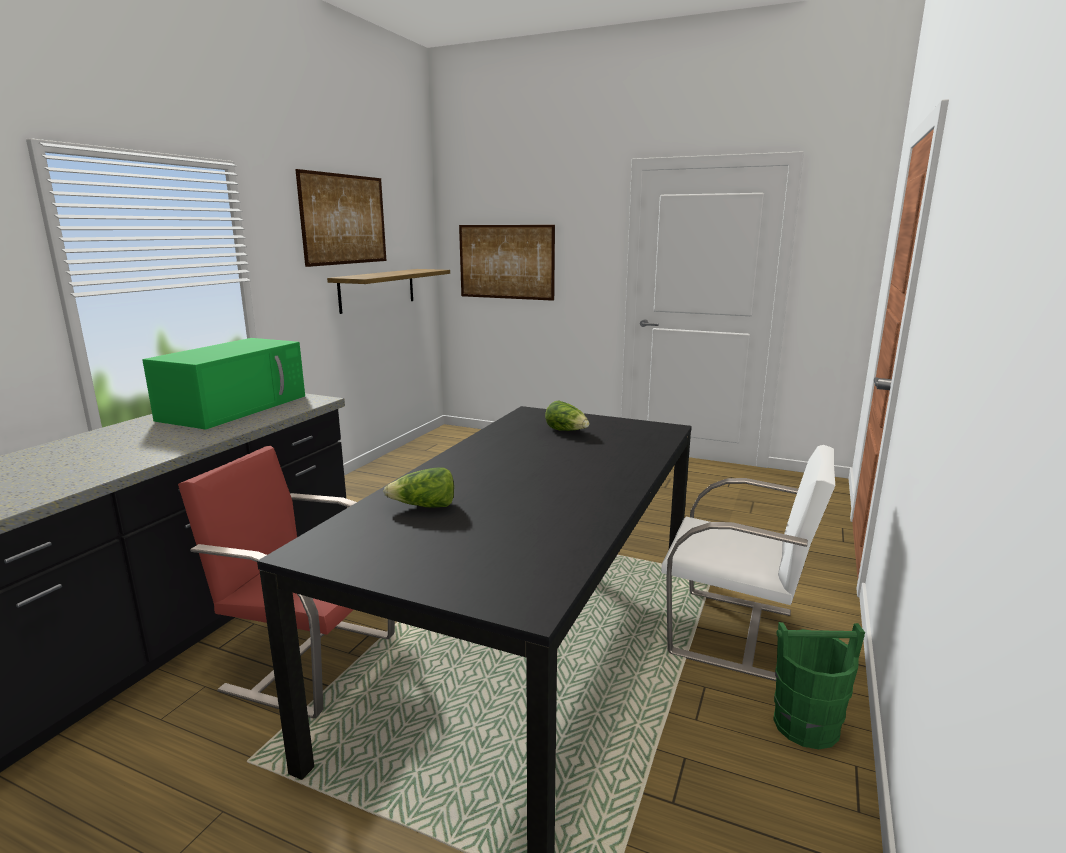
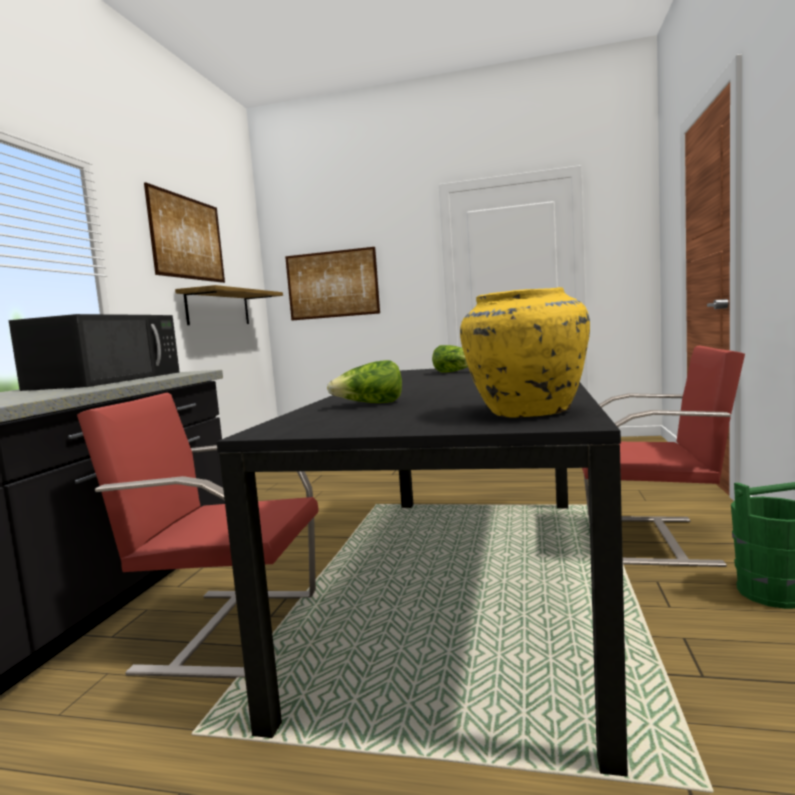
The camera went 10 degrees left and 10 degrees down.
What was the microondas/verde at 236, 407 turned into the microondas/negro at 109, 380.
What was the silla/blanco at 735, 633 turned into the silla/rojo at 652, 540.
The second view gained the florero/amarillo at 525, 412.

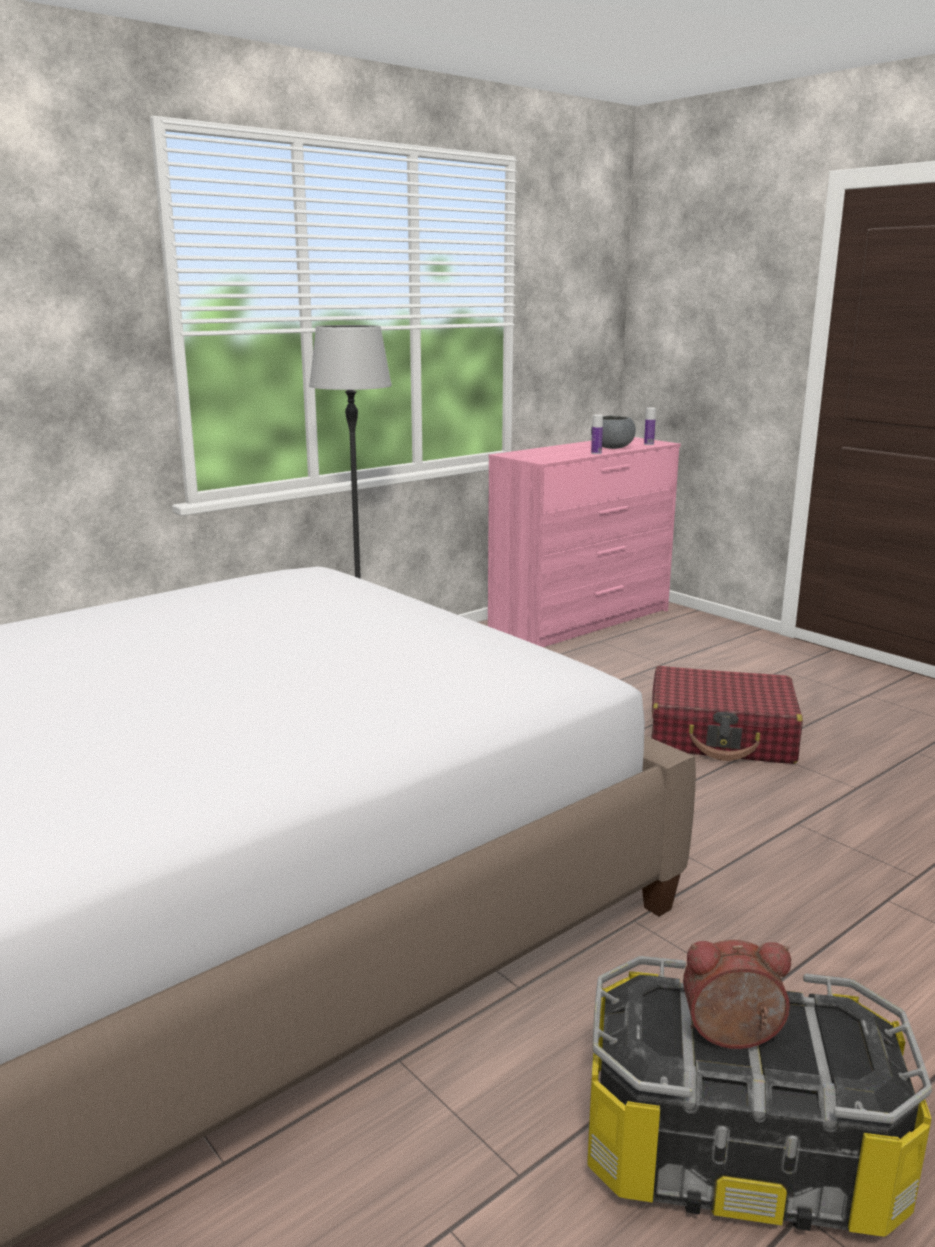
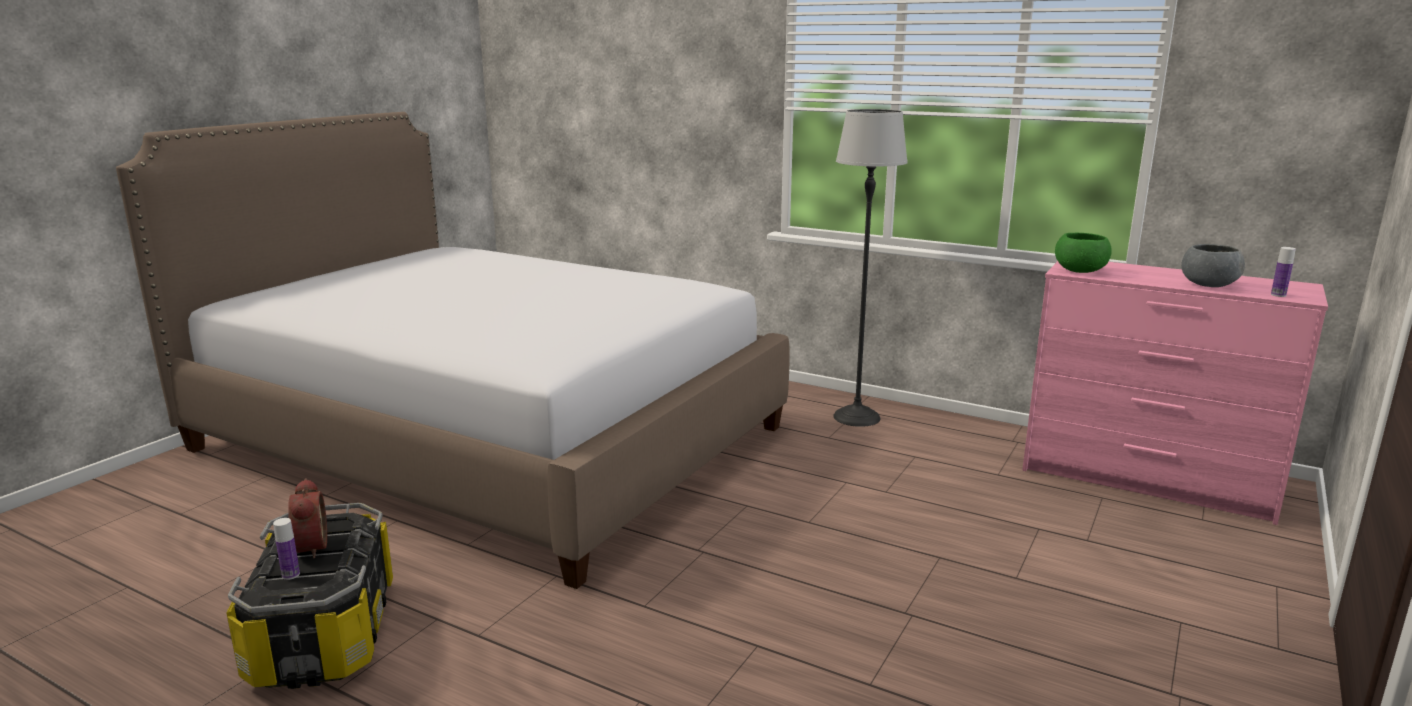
The camera went 70 degrees right and 0 degrees up.
The botella ended up elsewhere, having gone from 596, 453 to 291, 575.
The second view lost the maleta/rojo at 721, 736.
The second view gained the cuenco/verde at 1080, 271.

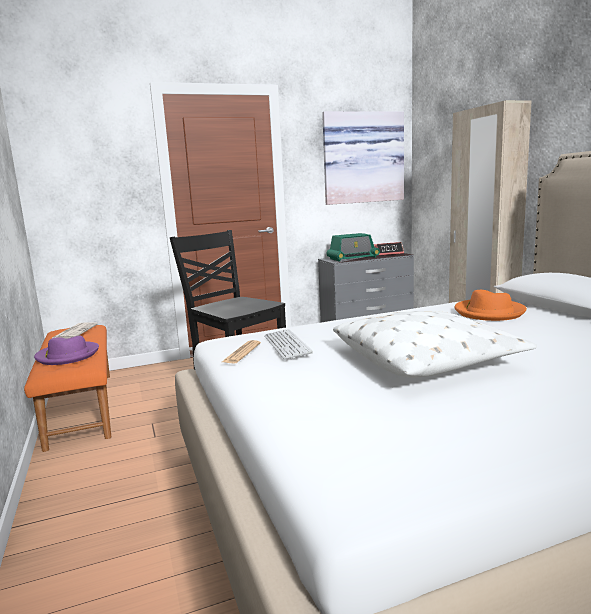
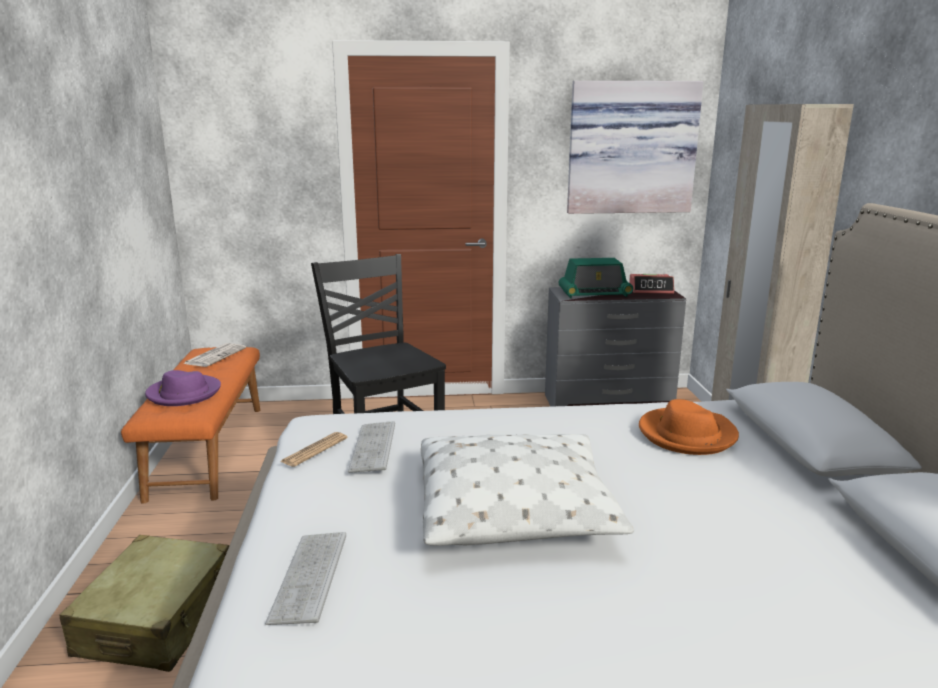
The camera went 15 degrees right and 5 degrees up.
The second view gained the teclado at 309, 578.
The second view gained the maleta/beis at 158, 619.

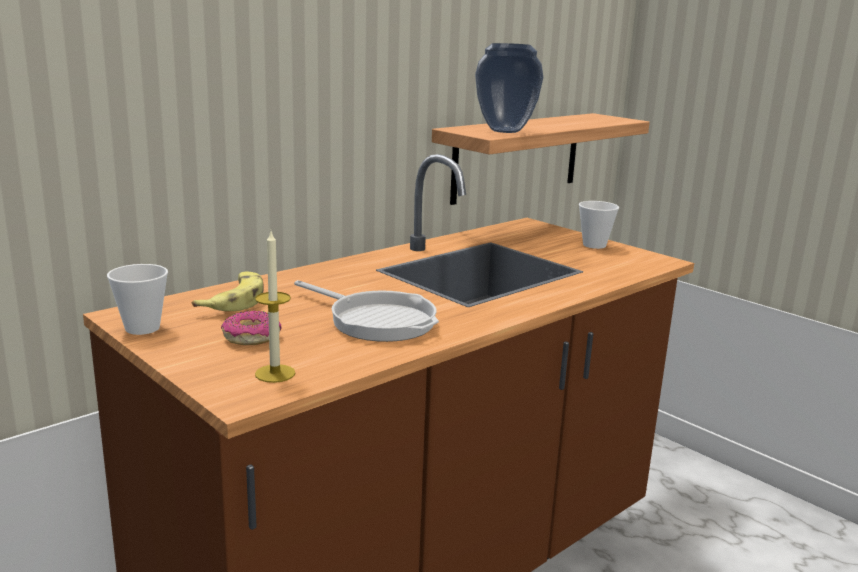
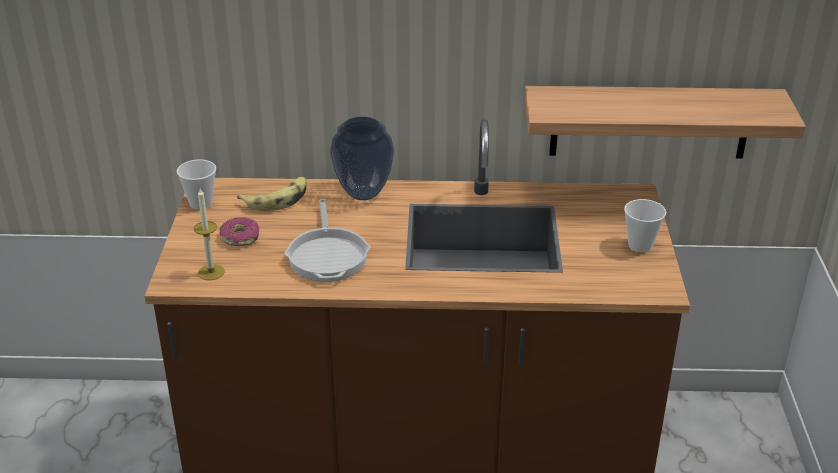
The camera went 45 degrees right and 15 degrees up.
The florero ended up elsewhere, having gone from 504, 130 to 363, 193.

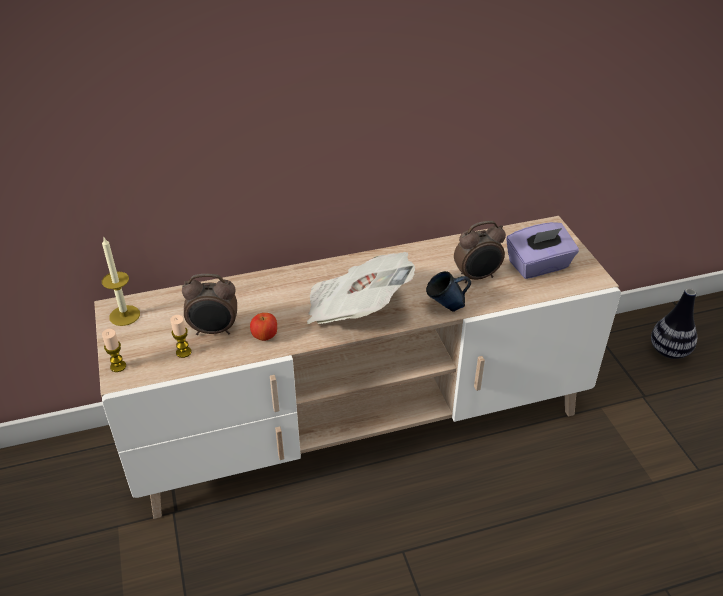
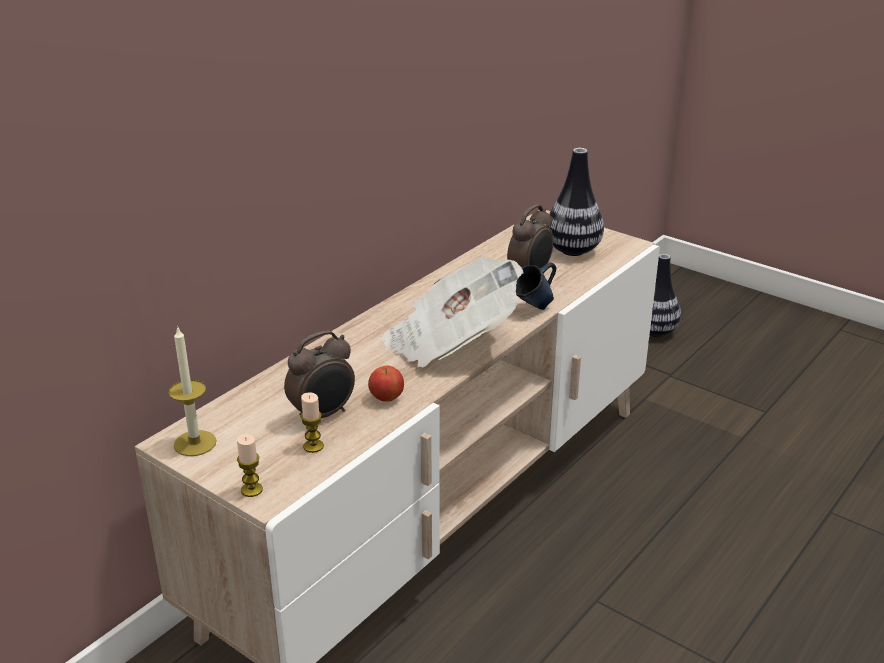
The camera went 35 degrees left and 10 degrees down.
Where the caja de pañuelos/morado stood at 538, 266, the florero came to stand at 572, 250.

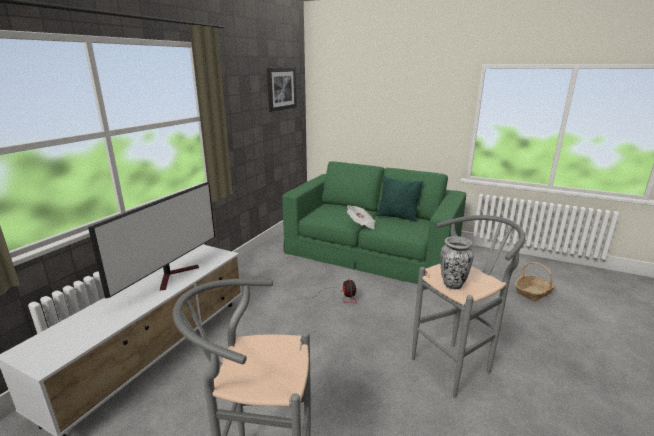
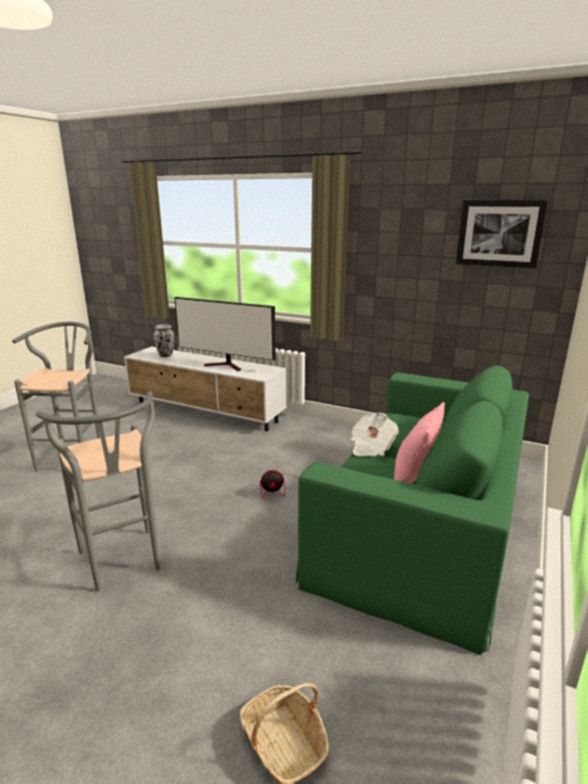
The camera went 90 degrees right and 0 degrees up.
What was the cojín/verde at 397, 217 turned into the cojín/rosa at 413, 478.
The florero ended up elsewhere, having gone from 453, 284 to 165, 355.

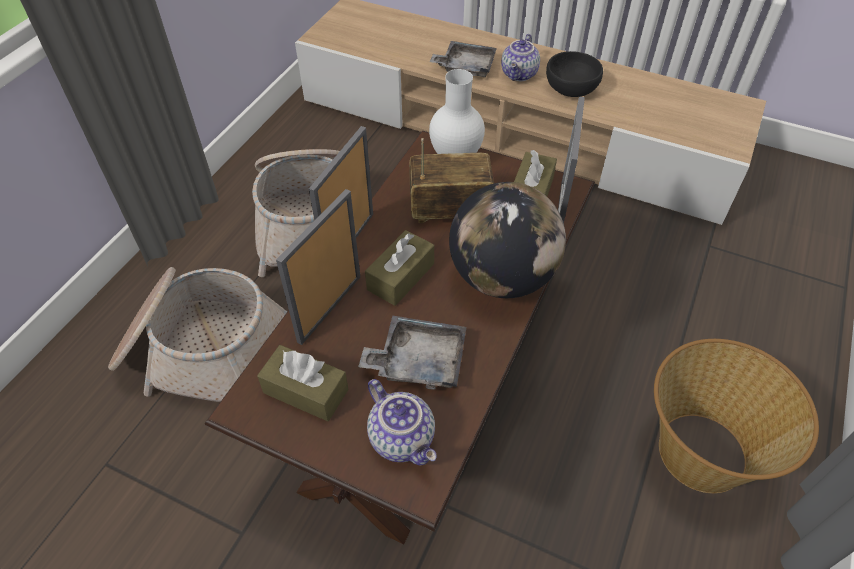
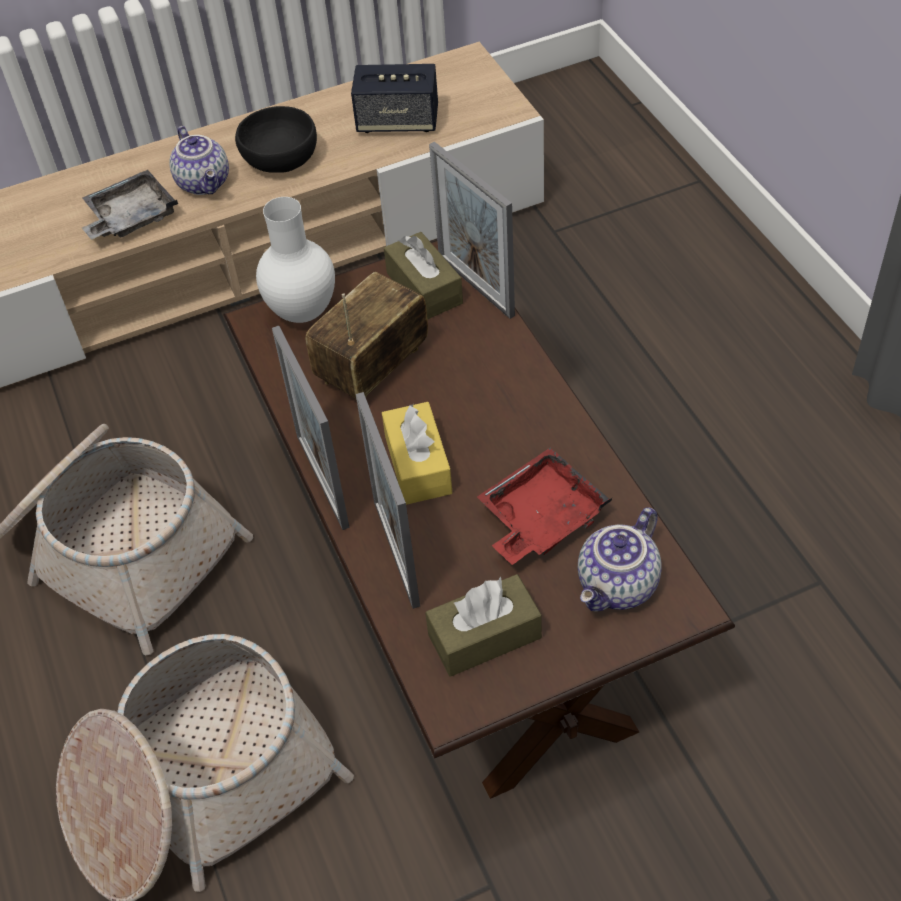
The camera went 45 degrees left and 0 degrees up.
The second view lost the globo terráqueo at 502, 277.
What was the caja de pañuelos/marrón at 401, 276 turned into the caja de pañuelos/amarillo at 418, 465.
What was the bandeja/gris at 418, 361 turned into the bandeja/rojo at 540, 518.
The second view lost the cesta at 700, 453.
The tetera at 403, 438 ended up facing another way, 120 degrees clockwise from before.
The second view gained the altavoz at 398, 122.

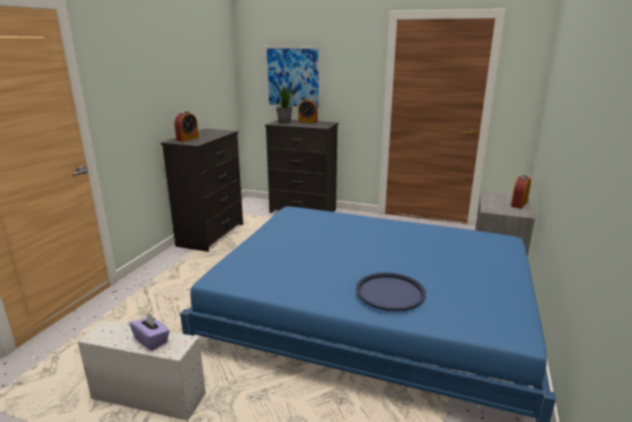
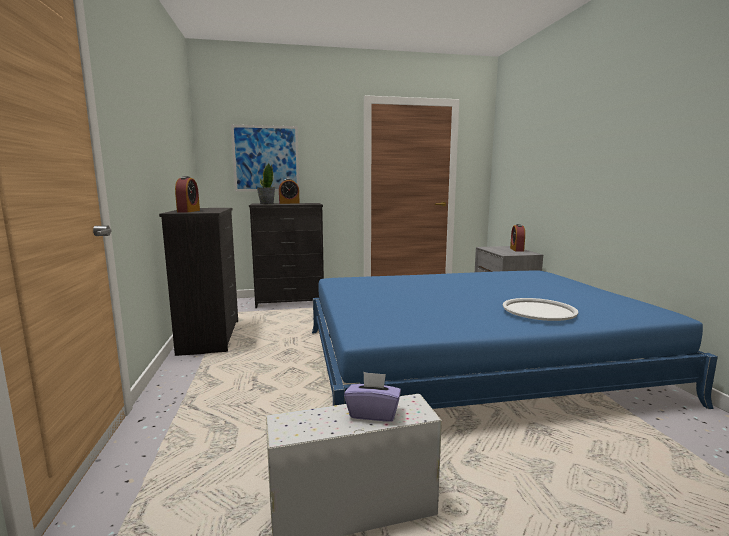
The camera went 30 degrees left and 10 degrees down.
What was the bandeja/azul at 390, 292 turned into the bandeja/blanco at 539, 310.

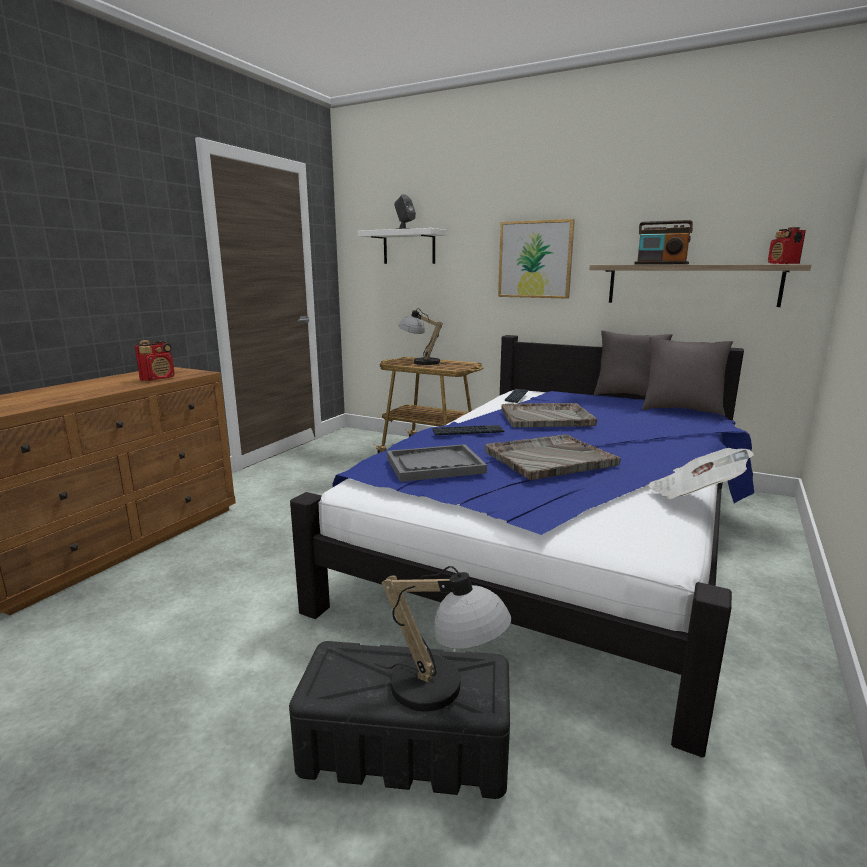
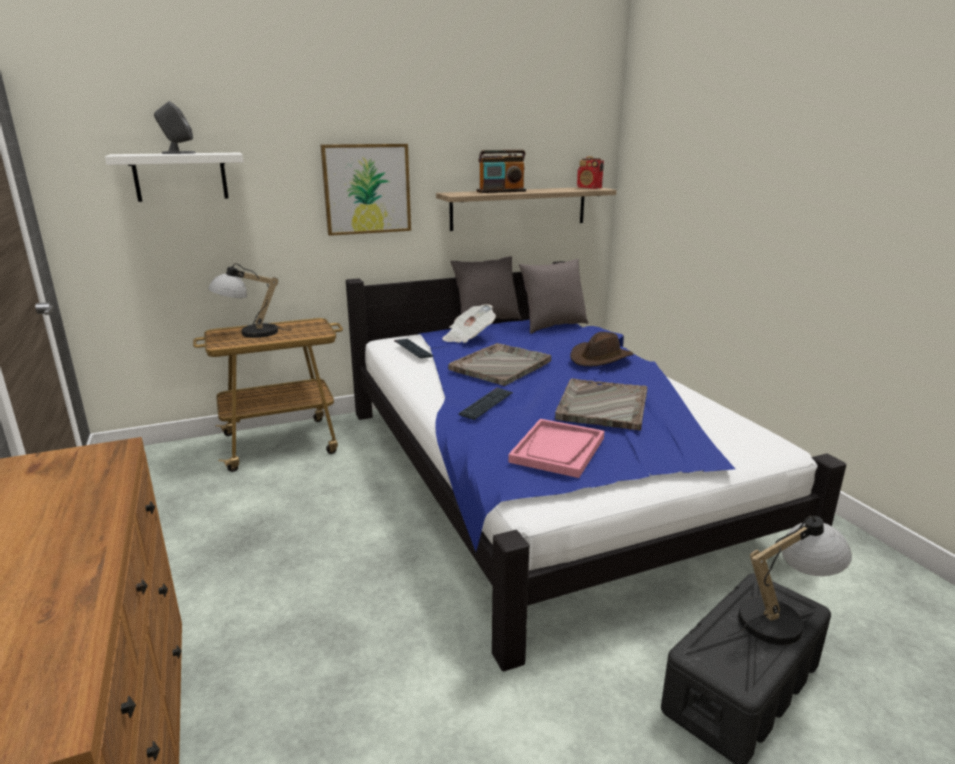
The camera went 50 degrees left and 5 degrees up.
The second view lost the radio at 158, 378.
What was the bandeja/gris at 434, 465 turned into the bandeja/rosa at 558, 450.
The periódico ended up elsewhere, having gone from 694, 494 to 468, 337.
The second view gained the sombrero/marrón at 600, 358.

